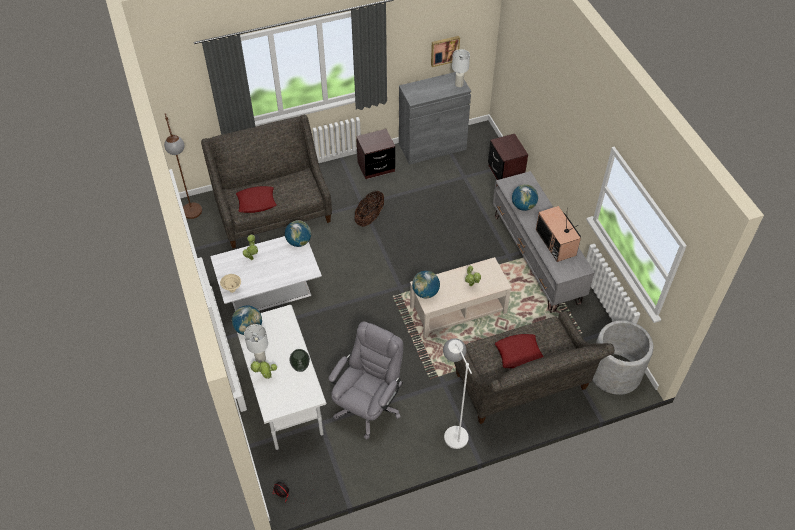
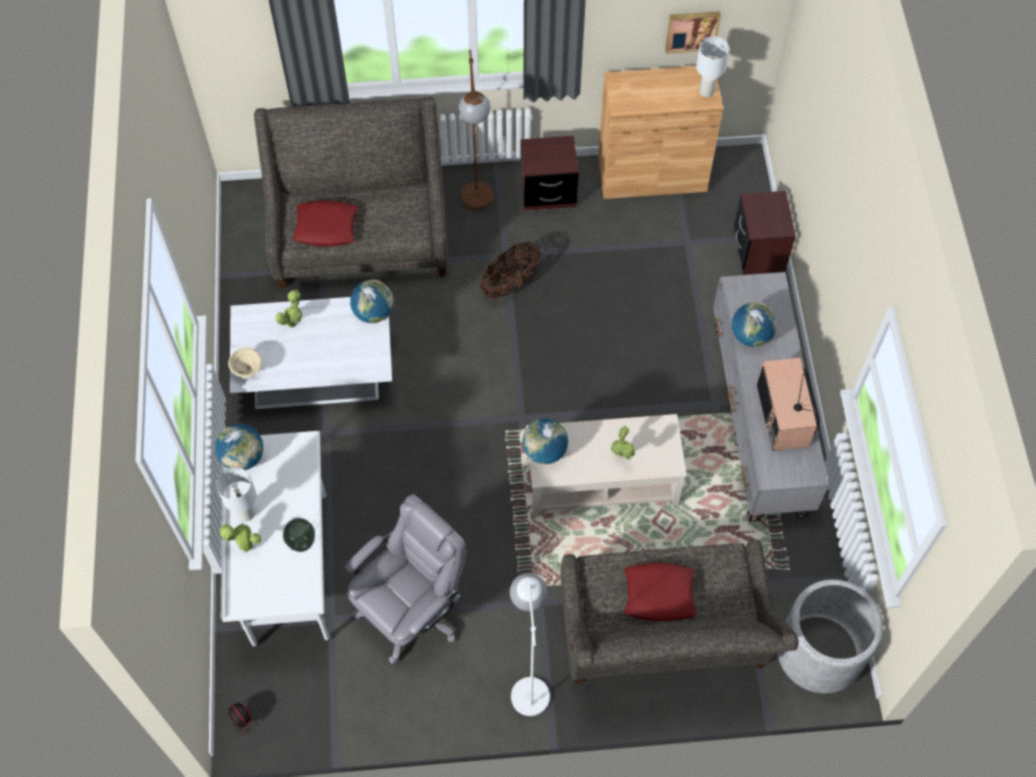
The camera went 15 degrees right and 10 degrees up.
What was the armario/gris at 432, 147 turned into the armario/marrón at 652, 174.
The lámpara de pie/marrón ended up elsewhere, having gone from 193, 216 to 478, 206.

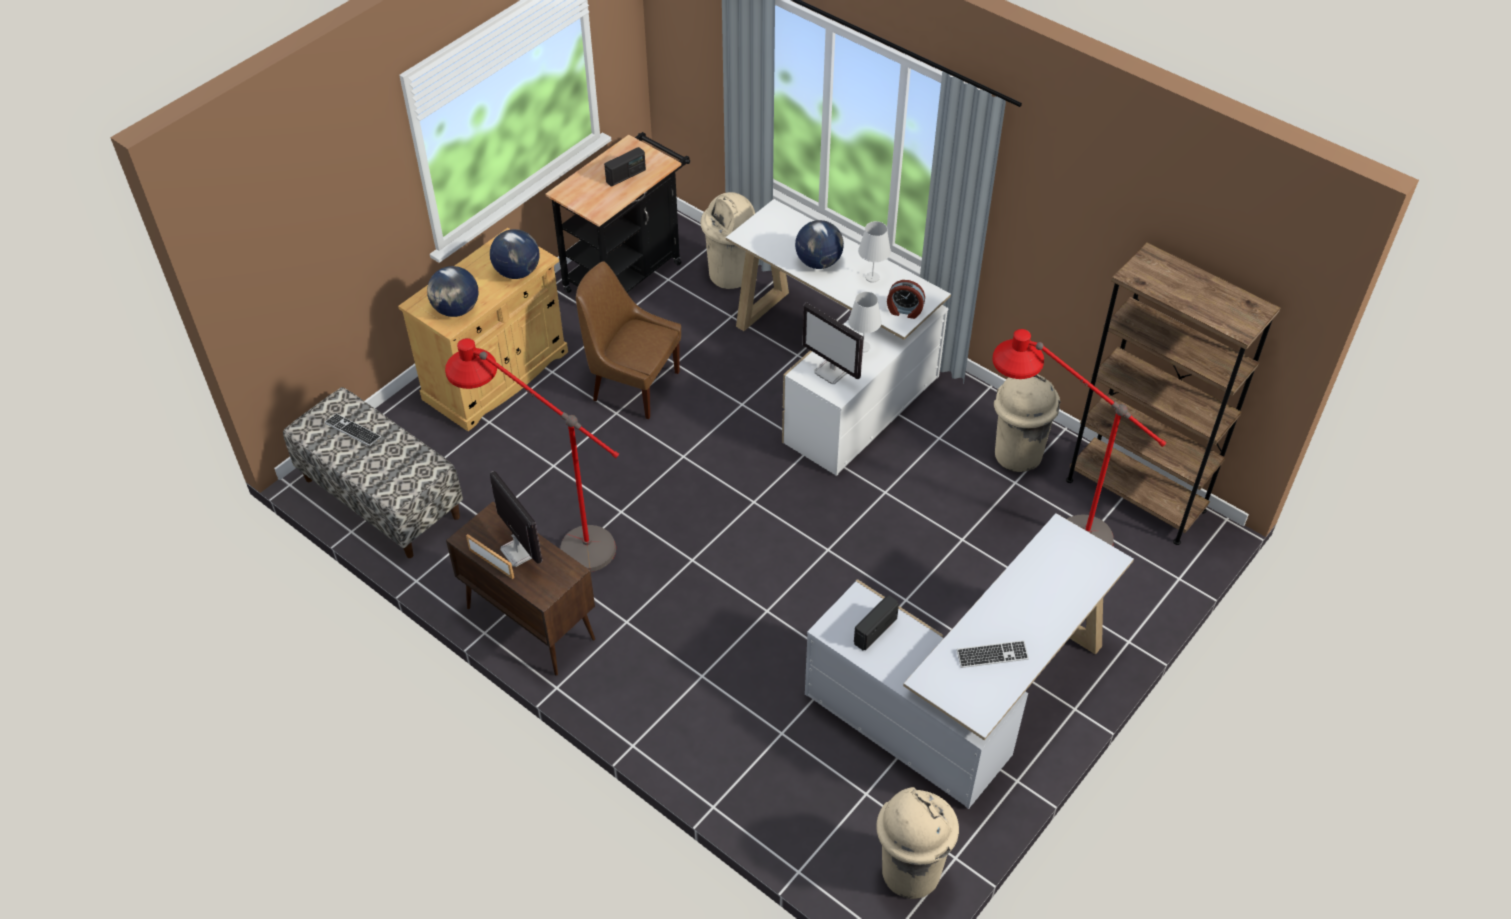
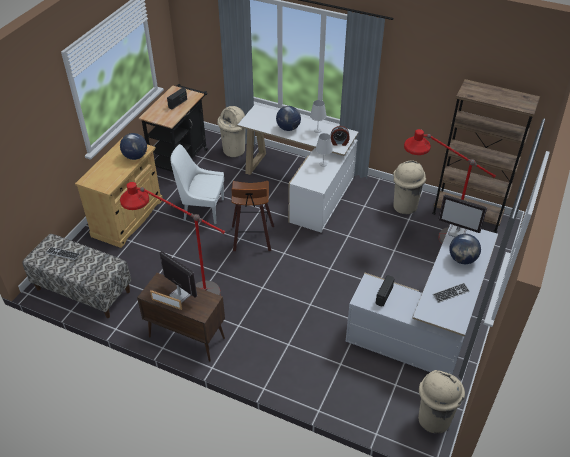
The camera went 15 degrees left and 5 degrees down.
What was the silla/marrón at 632, 385 turned into the silla/blanco at 202, 209.
The globo terráqueo ended up elsewhere, having gone from 456, 309 to 462, 259.
The monitor ended up elsewhere, having gone from 832, 372 to 457, 232.
The second view gained the taburete at 252, 239.

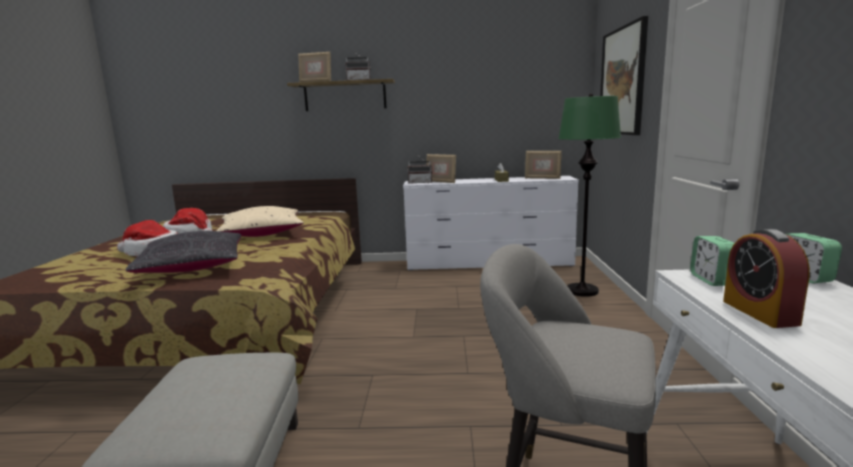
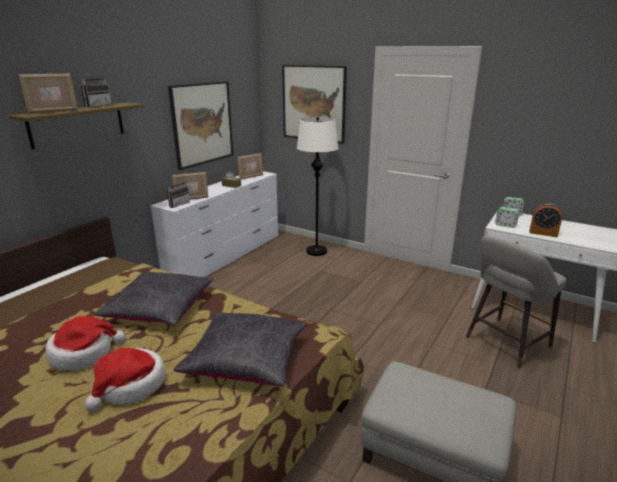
The camera went 60 degrees left and 10 degrees up.
What was the lámpara de pie/verde at 582, 291 turned into the lámpara de pie/blanco at 316, 251.
What was the cojín/beis at 262, 233 turned into the cojín/negro at 160, 309.
The second view gained the cuadro at 202, 123.

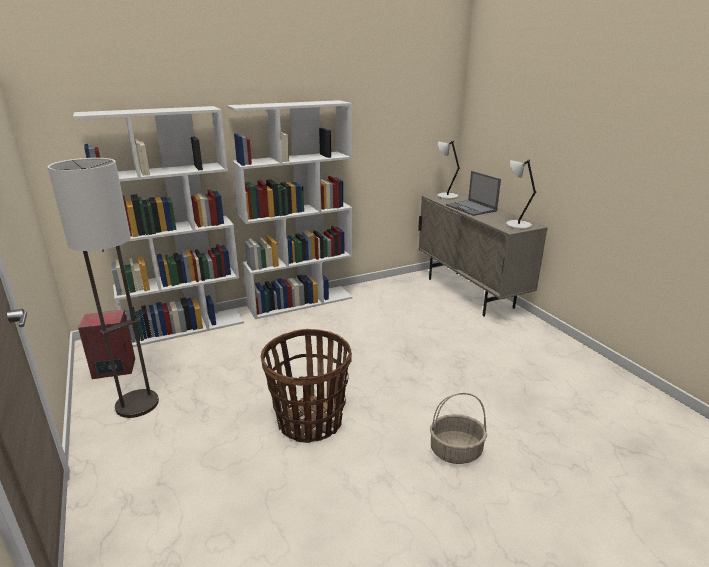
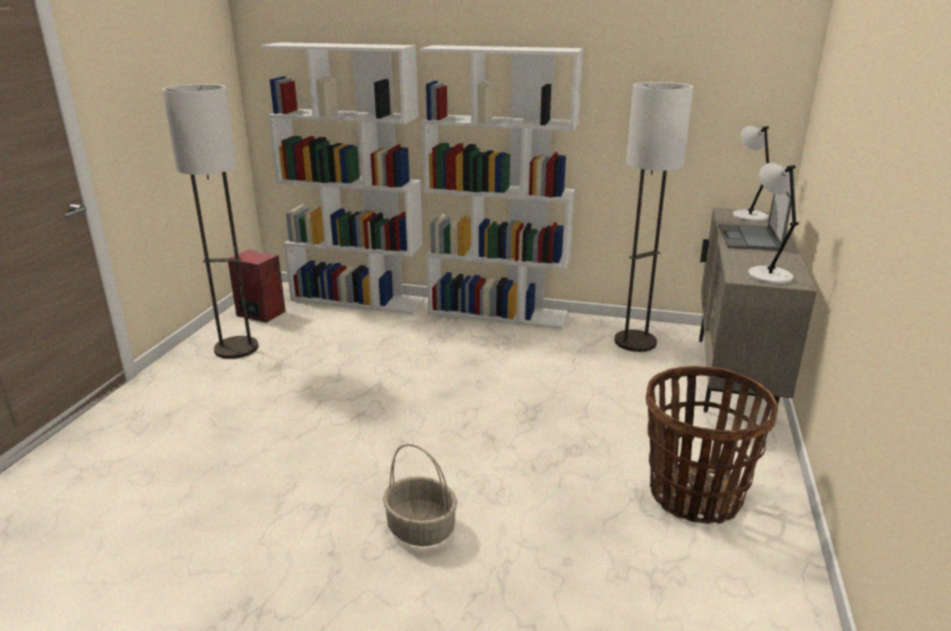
The camera went 40 degrees right and 0 degrees up.
The cesta ended up elsewhere, having gone from 310, 422 to 694, 496.
The second view gained the lámpara de pie at 635, 342.

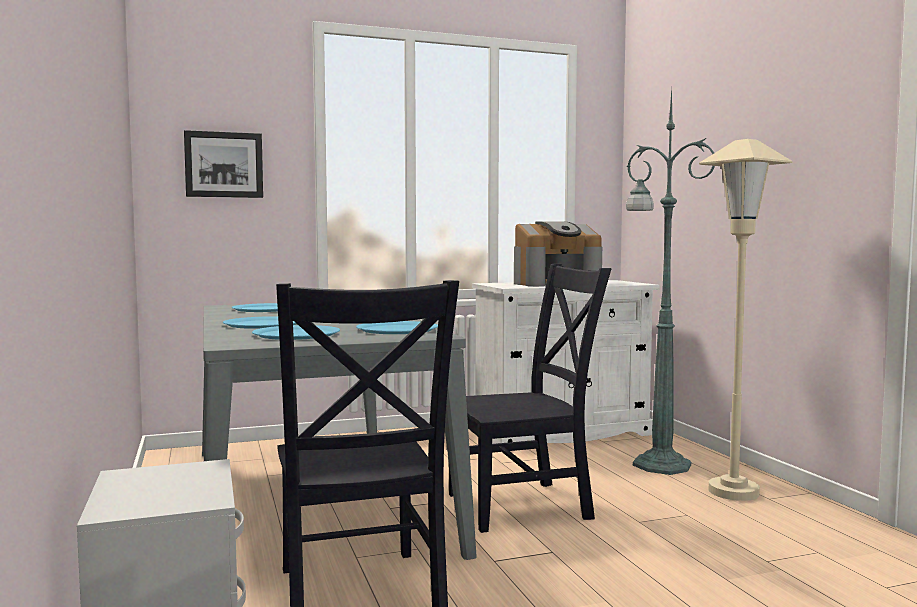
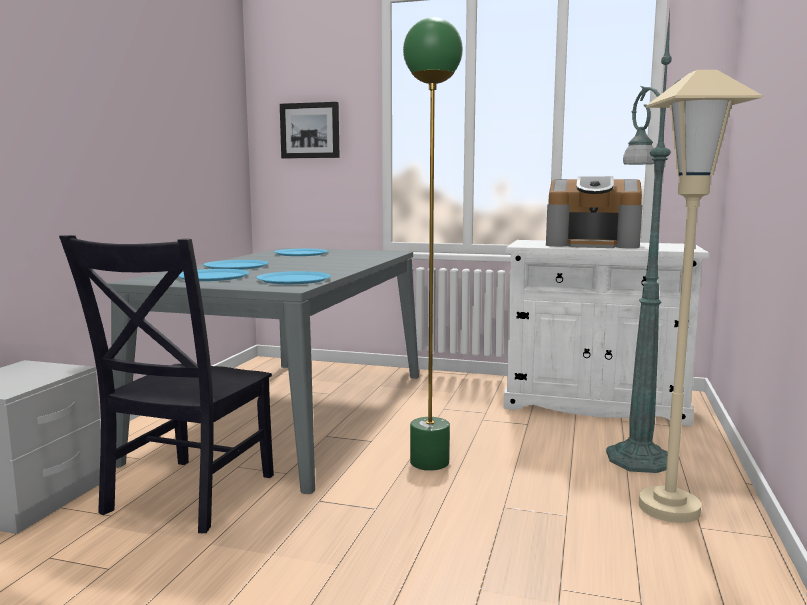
The camera went 35 degrees right and 5 degrees up.
Where the silla/negro stood at 525, 505, the lámpara de pie/verde came to stand at 429, 462.

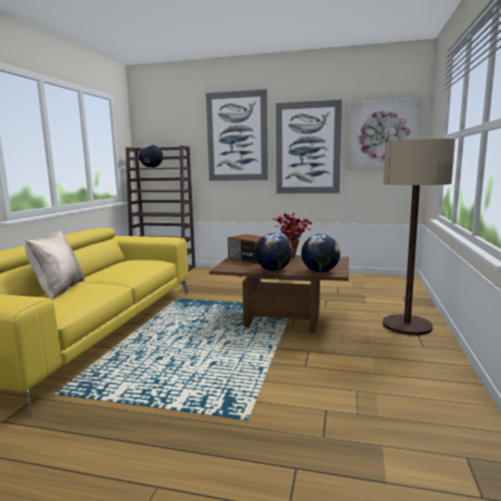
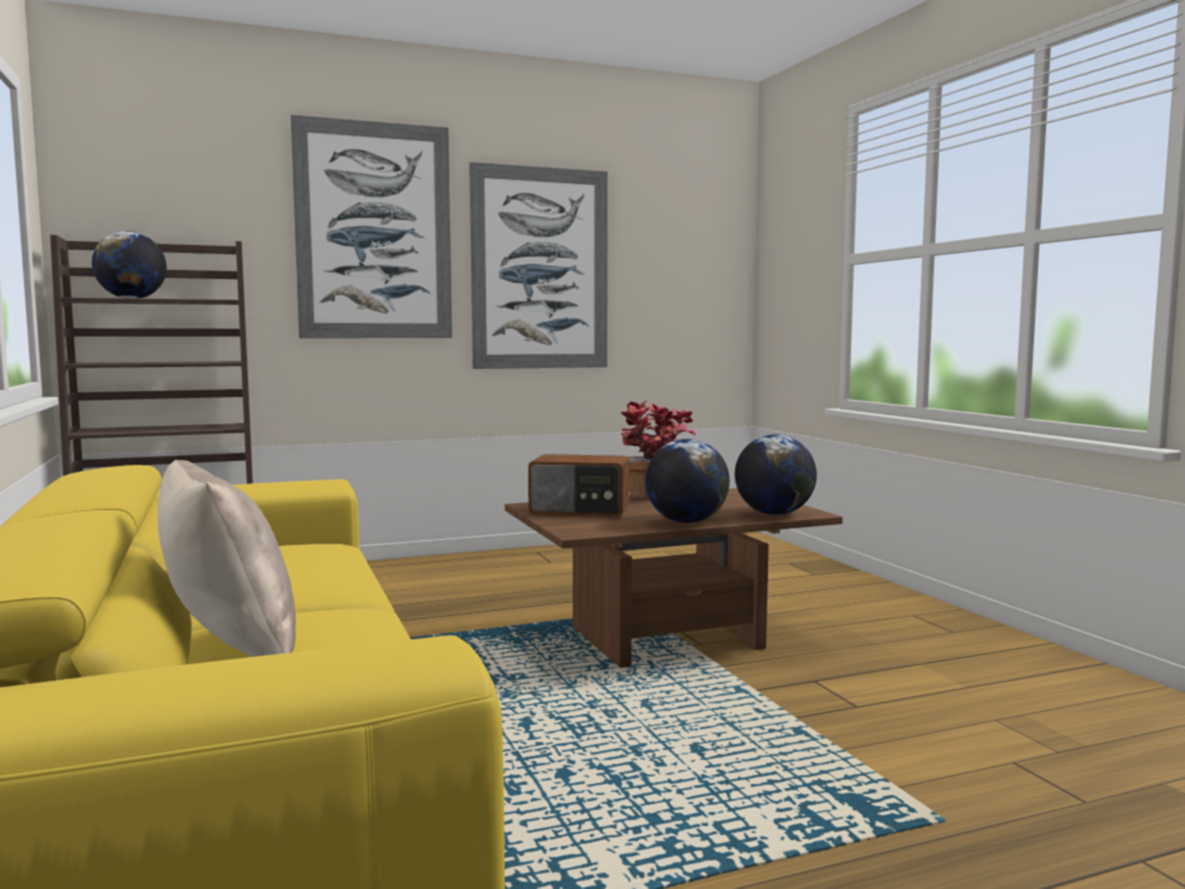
The camera went 35 degrees left and 5 degrees down.
The second view lost the cuadro at 382, 135.
The second view lost the lámpara de pie at 407, 325.

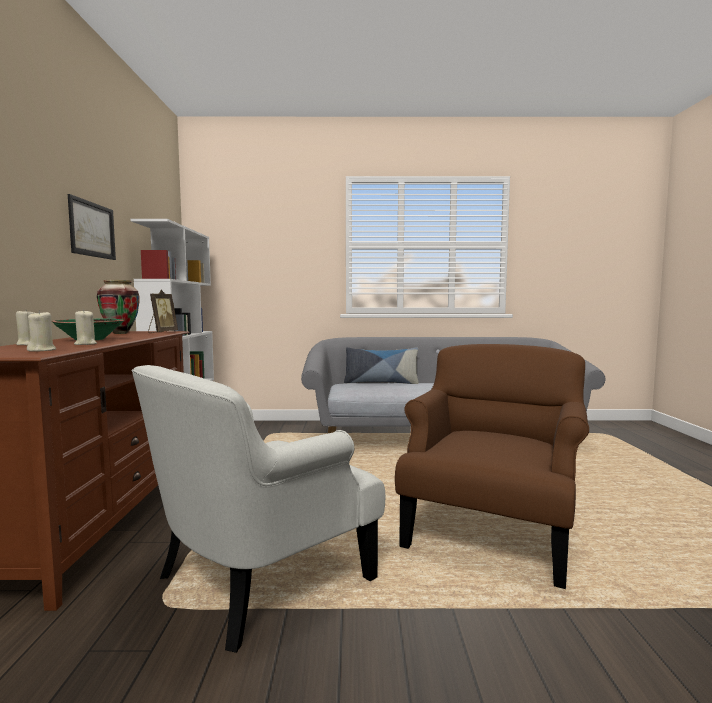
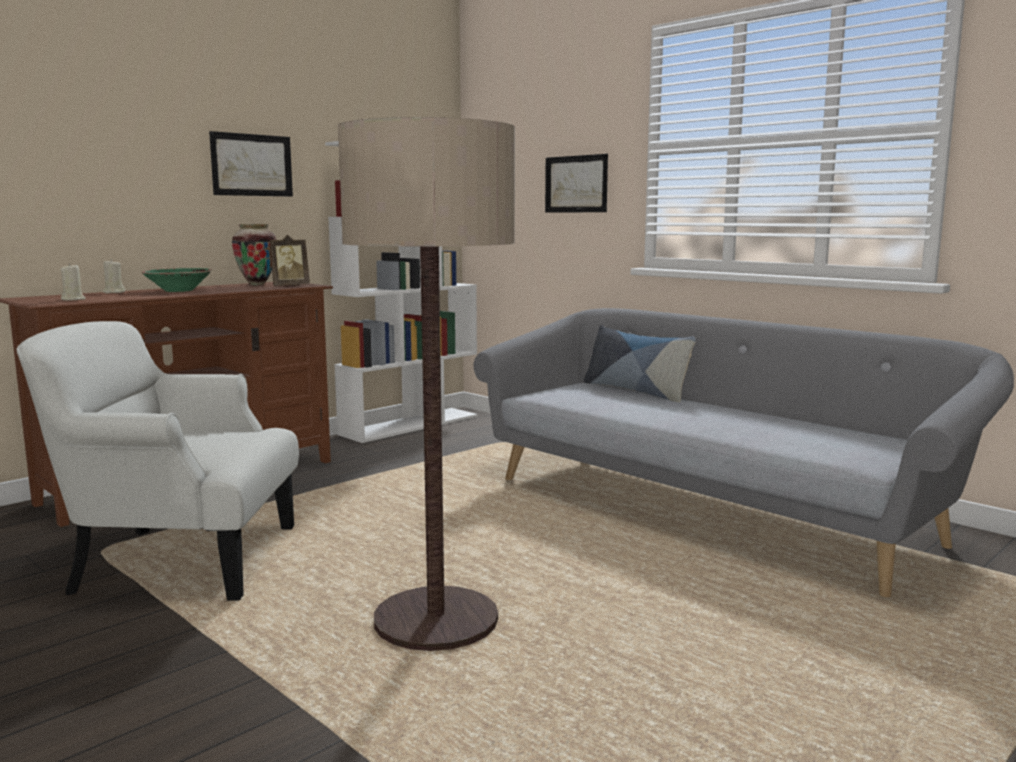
The camera went 45 degrees right and 5 degrees up.
The second view lost the vela/beis at 85, 344.
Where the sillón/marrón stood at 491, 532, the lámpara de pie came to stand at 436, 621.
The second view gained the cuadro at 576, 184.

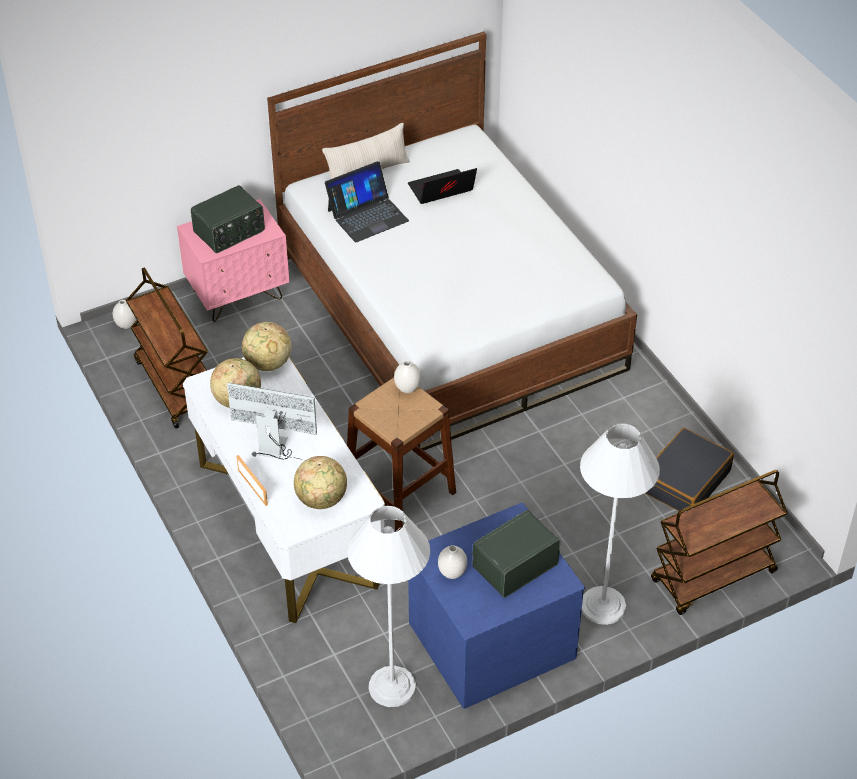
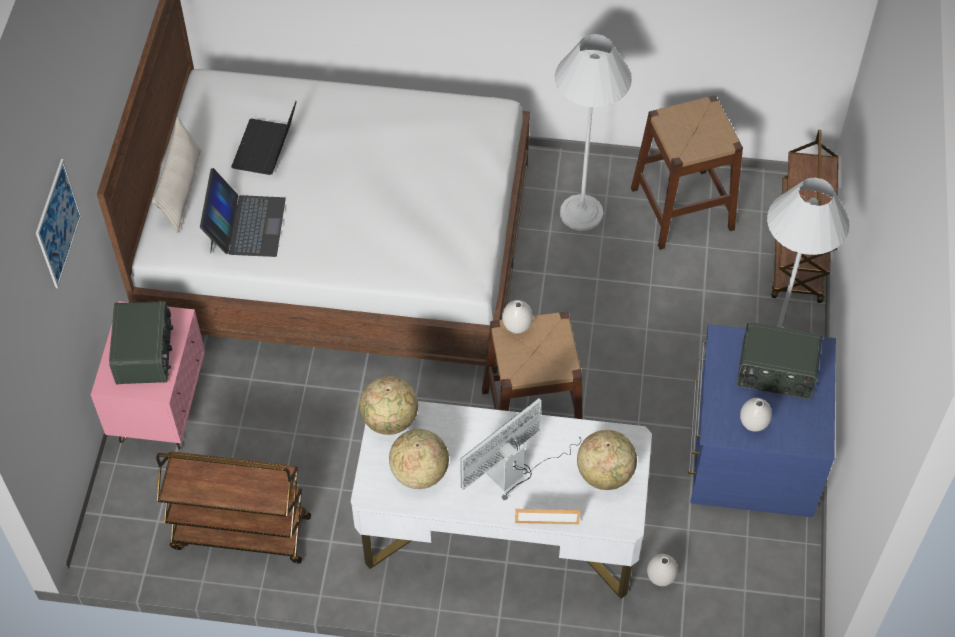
The camera went 55 degrees left and 10 degrees up.
The florero/blanco ended up elsewhere, having gone from 126, 325 to 660, 578.
Where the maleta/negro stood at 685, 481, the taburete/marrón came to stand at 682, 208.
The lámpara de pie/blanco ended up elsewhere, having gone from 392, 687 to 581, 213.
The radio at 514, 565 ended up facing another way, 75 degrees counterclockwise from before.
The second view gained the cuadro at 58, 223.

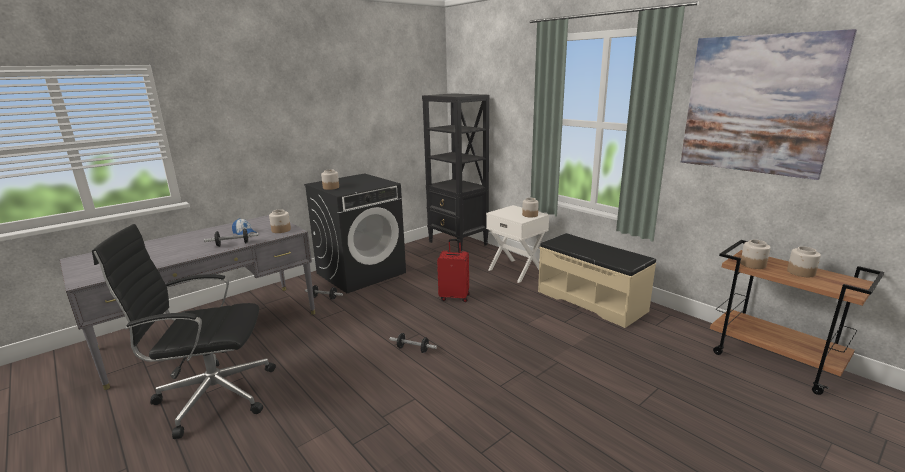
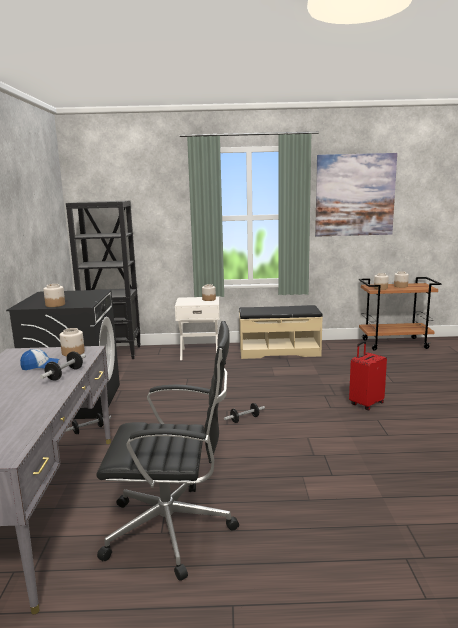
The camera went 50 degrees left and 5 degrees down.
The silla de oficina/negro at 212, 396 ended up facing another way, 120 degrees counterclockwise from before.
The maleta/rojo ended up elsewhere, having gone from 454, 297 to 366, 404.

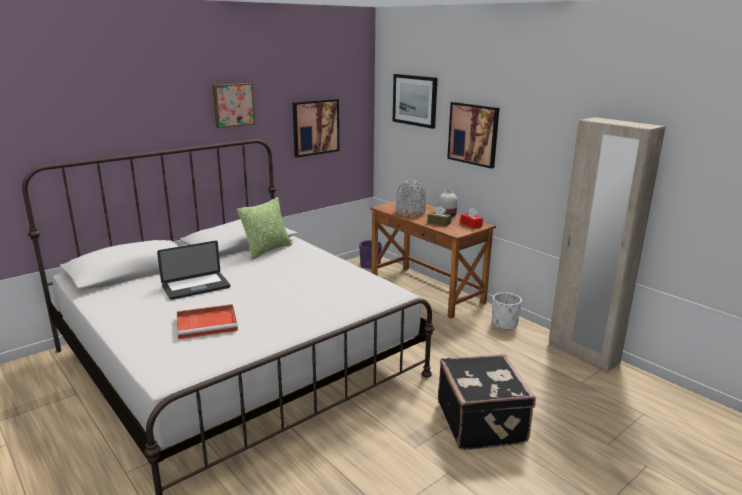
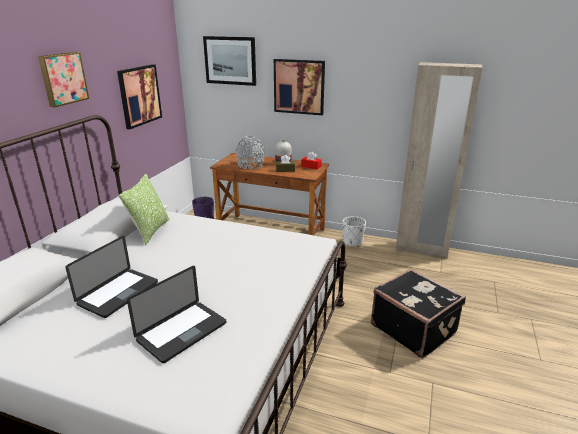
The camera went 30 degrees left and 5 degrees up.
Where the bandeja/rojo stood at 208, 324, the portátil came to stand at 182, 332.

